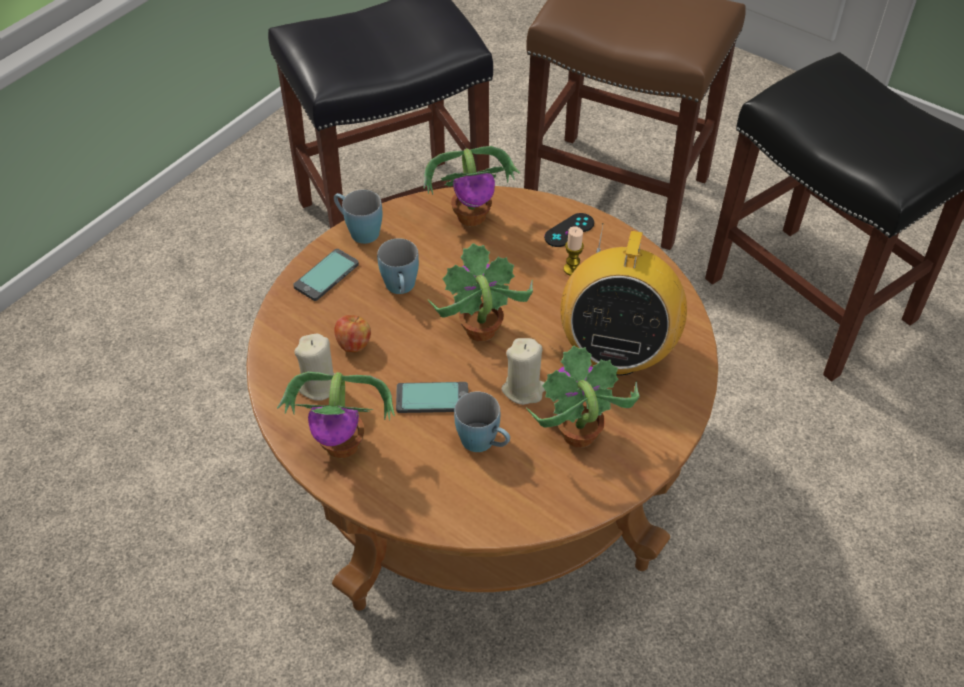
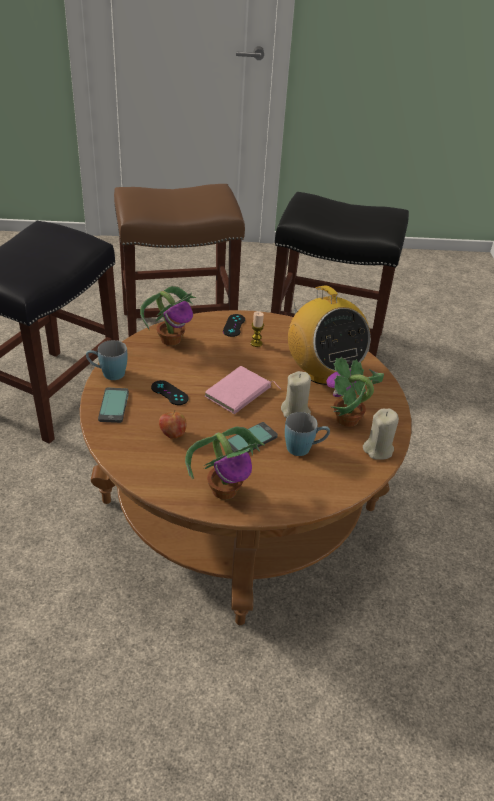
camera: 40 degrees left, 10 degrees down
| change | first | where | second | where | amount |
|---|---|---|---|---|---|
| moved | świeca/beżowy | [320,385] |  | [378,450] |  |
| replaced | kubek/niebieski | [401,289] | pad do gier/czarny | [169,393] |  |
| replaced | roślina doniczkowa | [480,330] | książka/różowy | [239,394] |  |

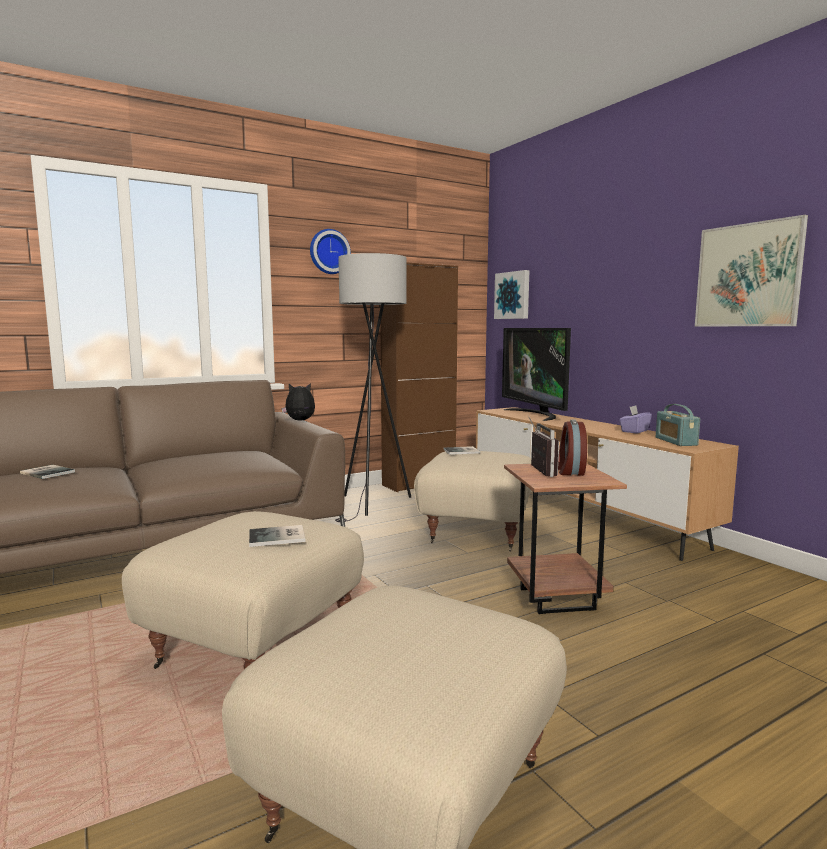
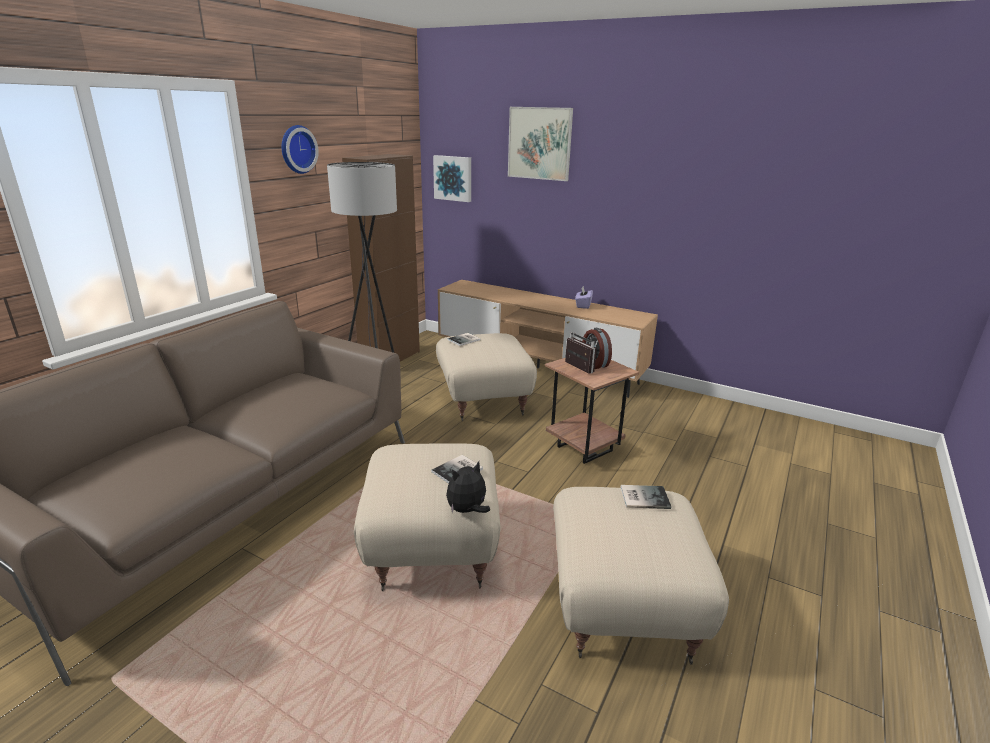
camera: 30 degrees left, 15 degrees up
| change | first | where | second | where | amount |
|---|---|---|---|---|---|
| moved | książka | [48,472] |  | [643,497] |  |
| moved | pluszak | [300,420] |  | [467,511] |  |
| removed | telewizor | [536,414] |  |  |  |
| removed | radio | [675,441] |  |  |  |
| moved | obraz | [748,275] |  | [539,143] |  |

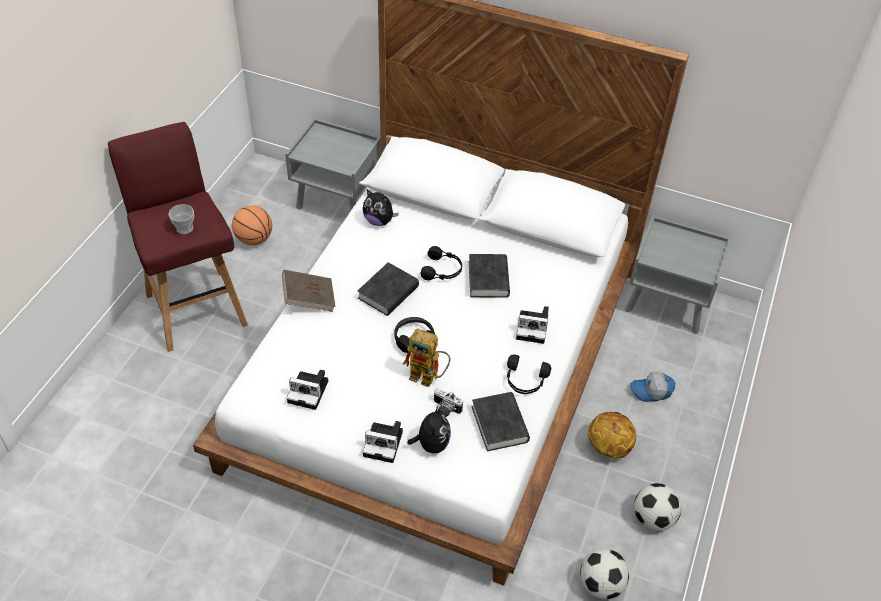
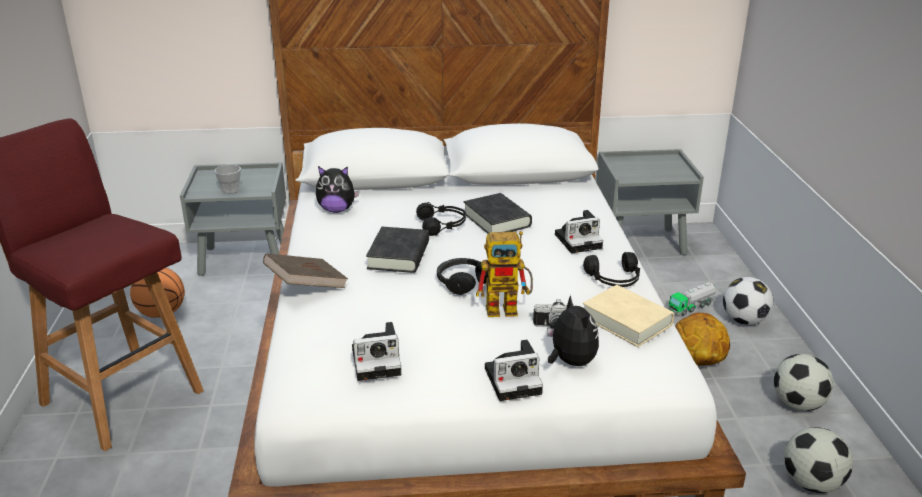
camera: 25 degrees left, 20 degrees down
| change | first | where | second | where | amount |
|---|---|---|---|---|---|
| moved | filiżanka | [184,228] |  | [230,190] |  |
| recoloured | książka/czarny | [499,424] | książka/beżowy | [626,321] |  |
| replaced | czapka z daszkiem | [651,391] | ciężarówka zabawkowa | [691,307] |  |
| added |  |  | piłka futbolowa | [744,320] |  |

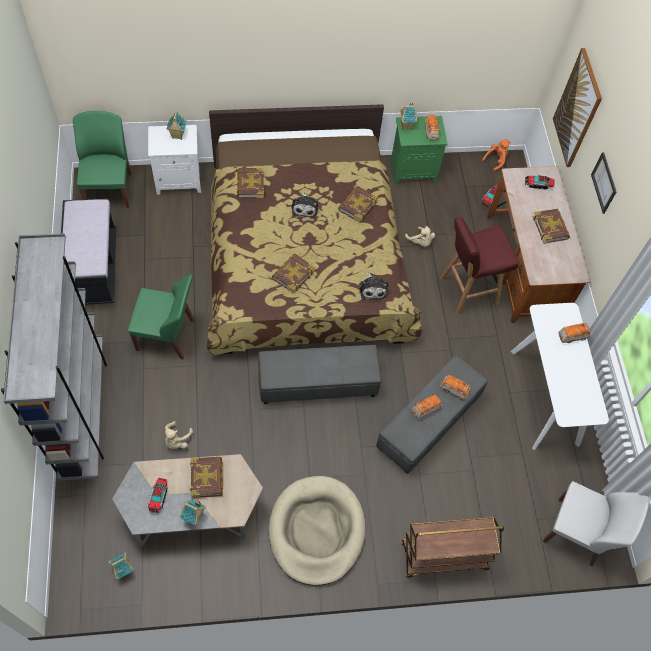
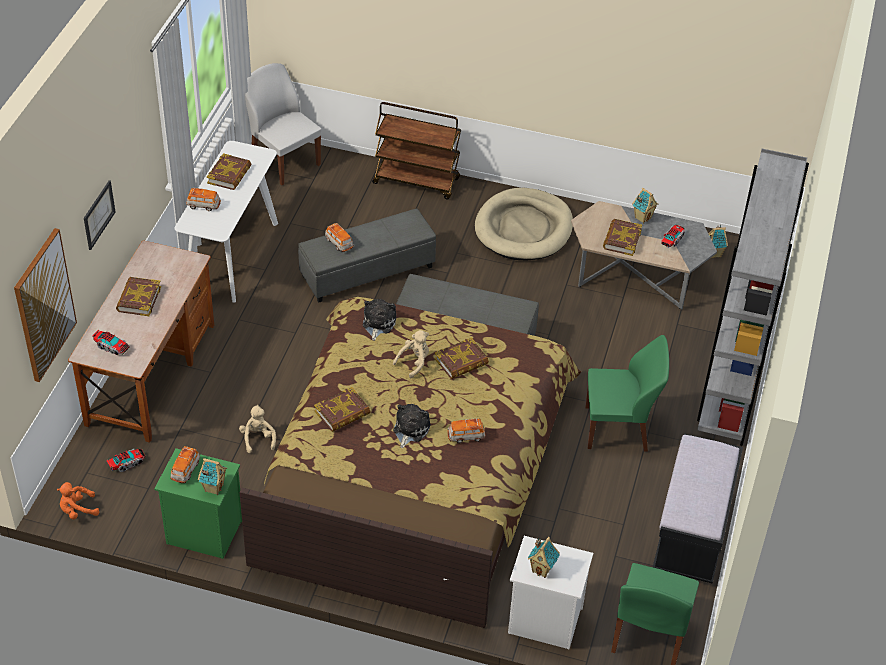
camera: 155 degrees left, 15 degrees down
| change | first | where | second | where | amount |
|---|---|---|---|---|---|
| turned | krzesło/zielony | [167,335] |  | [618,429] | 150 degrees clockwise |
| moved | pluszak/beżowy | [177,440] |  | [414,362] |  |
| moved | książka | [250,185] |  | [229,175] |  |
| moved | samochodzik | [426,409] |  | [466,436] |  |
| removed | stołek/czerwony | [467,290] |  |  |  |

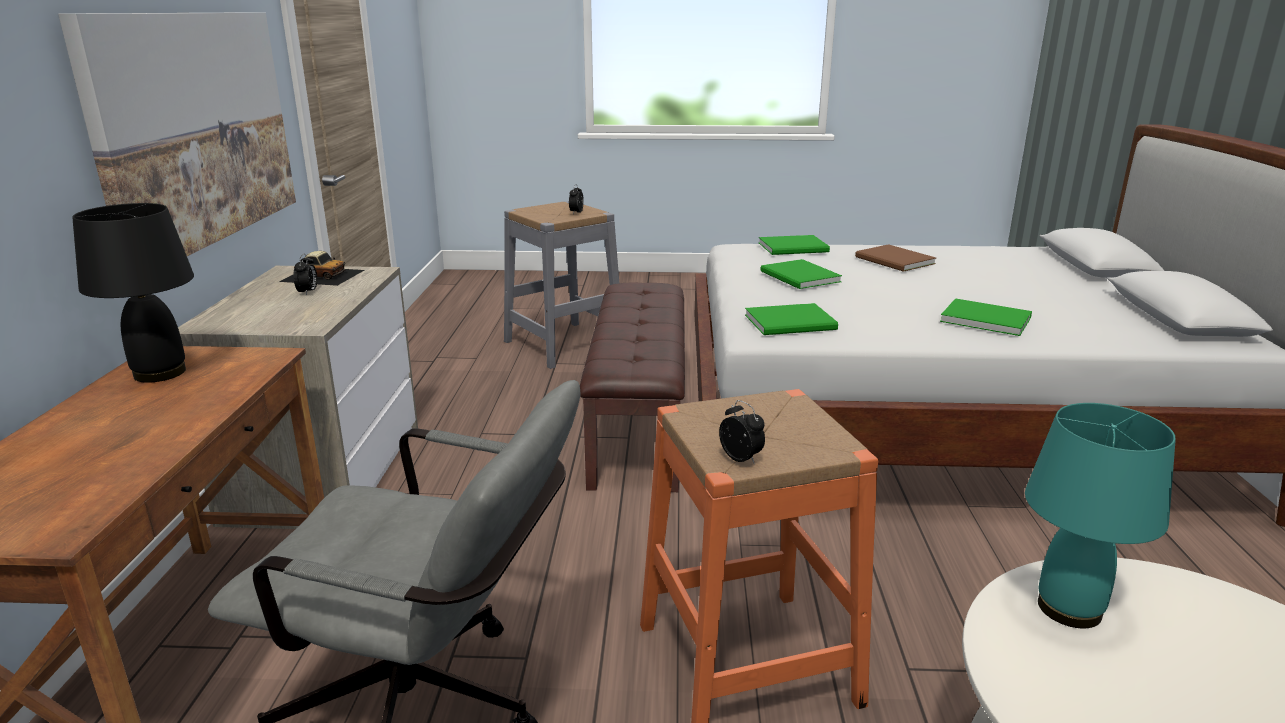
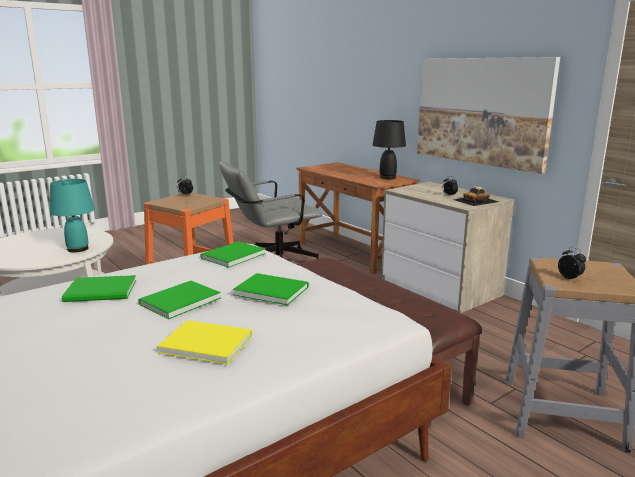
camera: 140 degrees right, 5 degrees down
| change | first | where | second | where | amount |
|---|---|---|---|---|---|
| moved | książka/zielony | [795,248] |  | [177,301] |  |
| recoloured | książka/brązowy | [895,261] | książka/żółty | [205,342] |  |

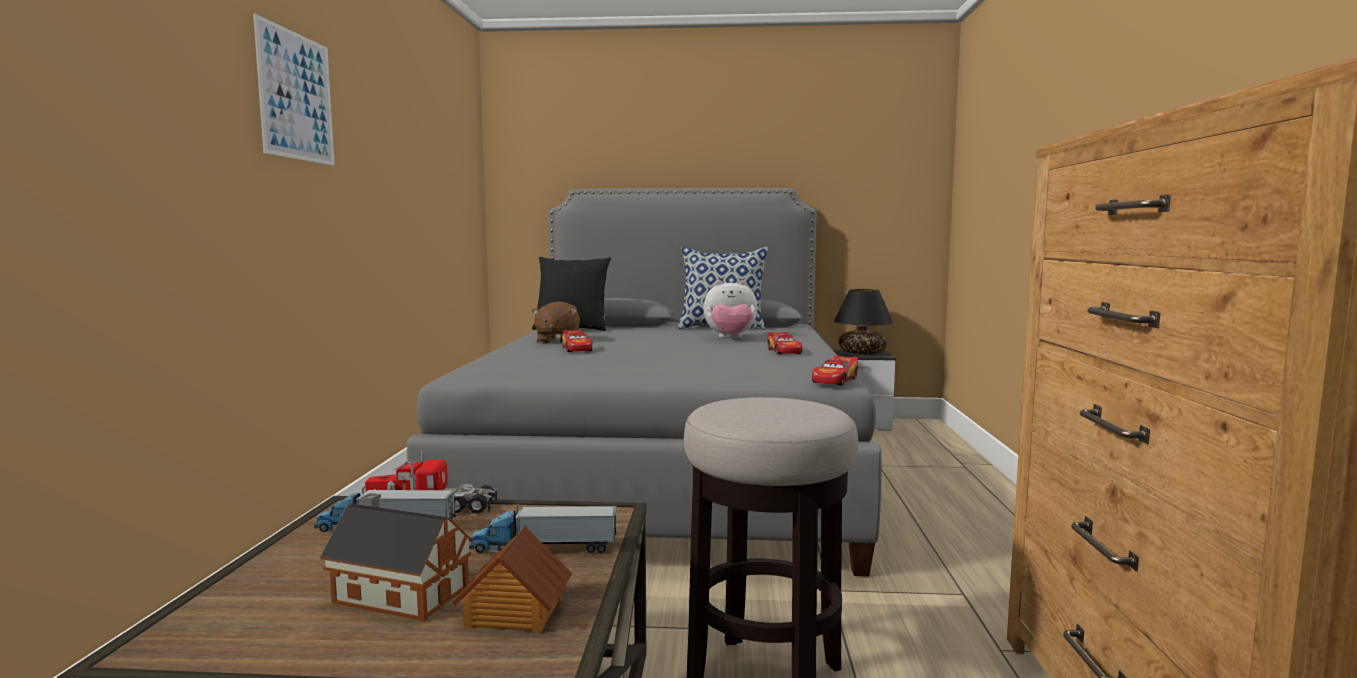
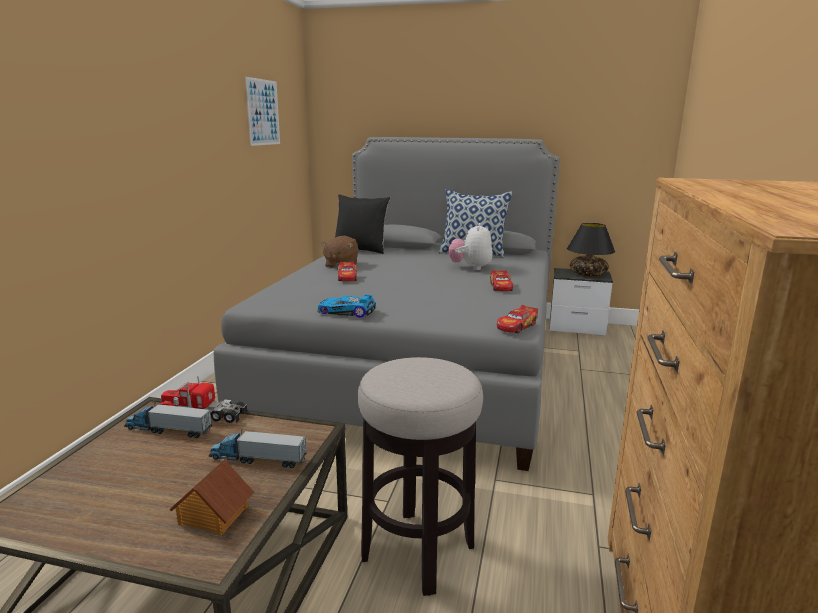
camera: 10 degrees right, 10 degrees up
| change | first | where | second | where | amount |
|---|---|---|---|---|---|
| moved | obraz | [296,96] |  | [263,112] |  |
| removed | domek | [398,593] |  |  |  |
| turned | pluszak | [730,338] |  | [470,268] | 90 degrees clockwise |
| added |  |  | samochodzik | [346,312] |  |

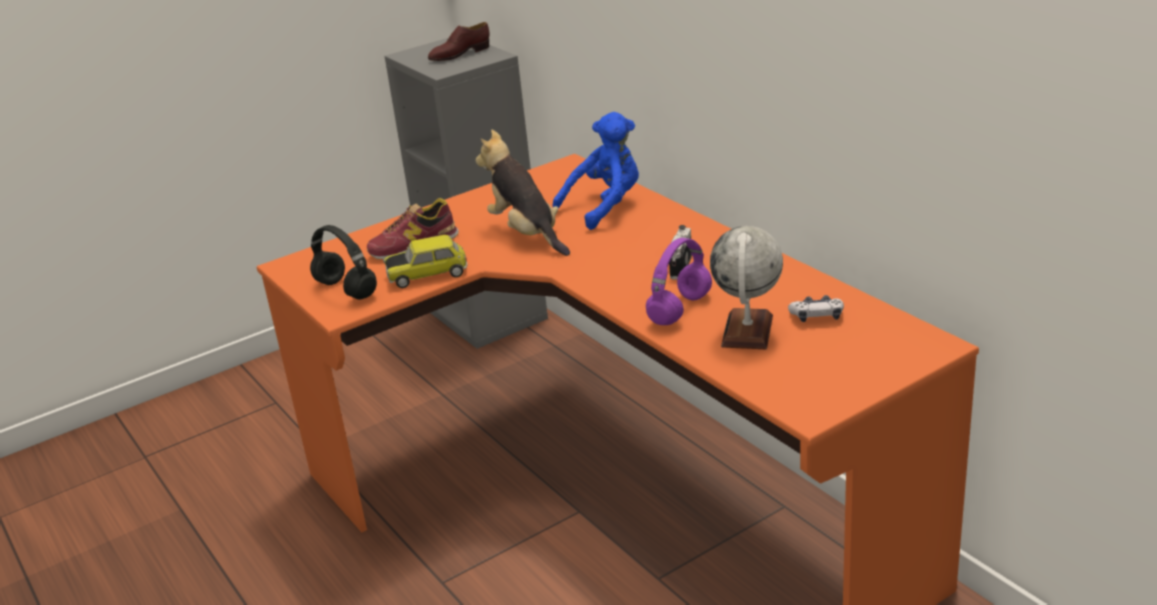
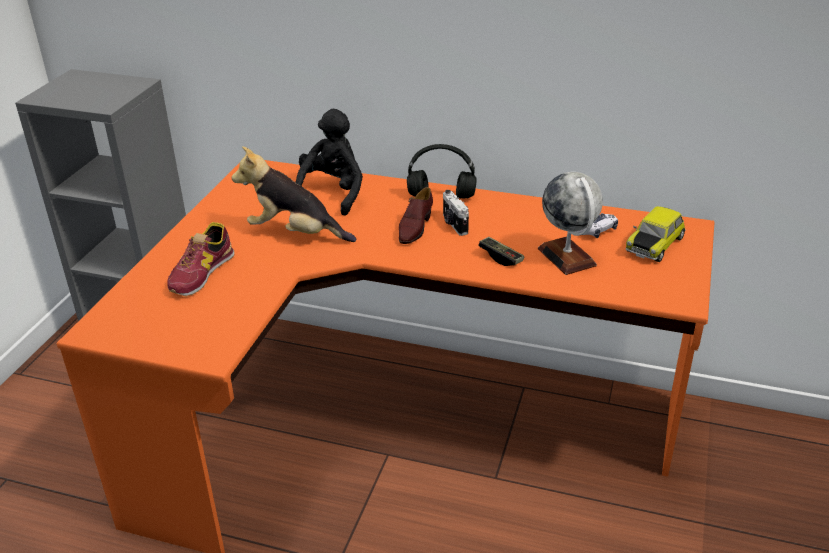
camera: 40 degrees left, 5 degrees up
| change | first | where | second | where | amount |
|---|---|---|---|---|---|
| moved | słuchawki/czarny | [347,290] |  | [442,196] |  |
| moved | samochodzik | [427,273] |  | [653,244] |  |
| moved | but/brązowy | [459,54] |  | [414,227] |  |
| recoloured | pluszak/niebieski | [605,206] | pluszak/czarny | [332,194] |  |
| replaced | słuchawki/fioletowy | [680,311] | pad do gier | [501,257] |  |

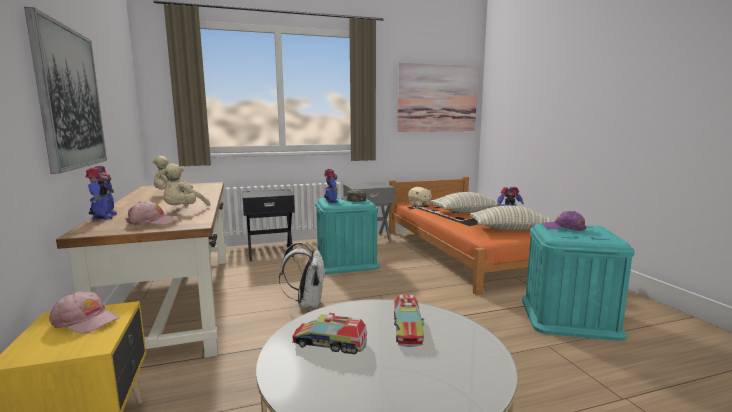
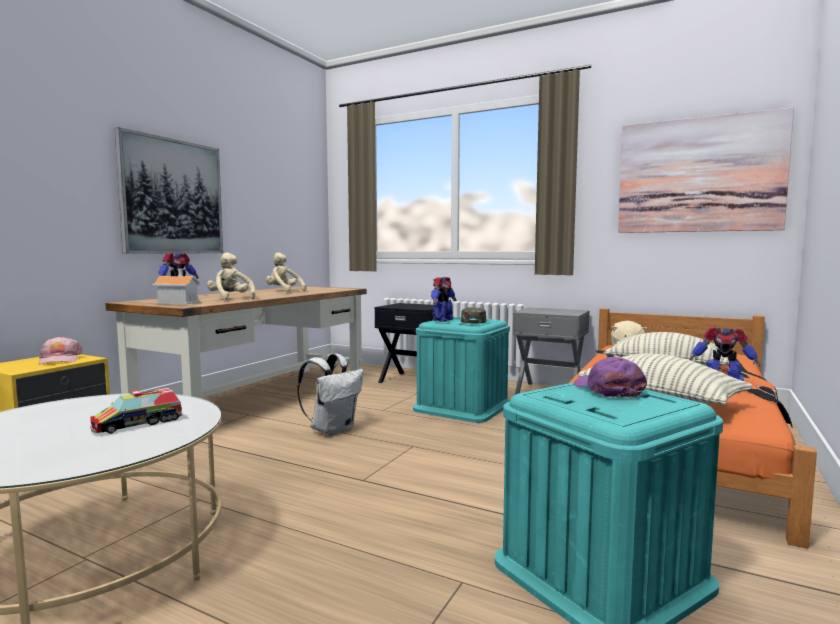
camera: 45 degrees right, 5 degrees down
| change | first | where | second | where | amount |
|---|---|---|---|---|---|
| replaced | czapka z daszkiem/różowy | [152,222] | domek | [179,302] |  |
| turned | pluszak/beżowy | [183,210] |  | [231,299] | 75 degrees clockwise |
| removed | ciężarówka zabawkowa | [330,343] |  |  |  |

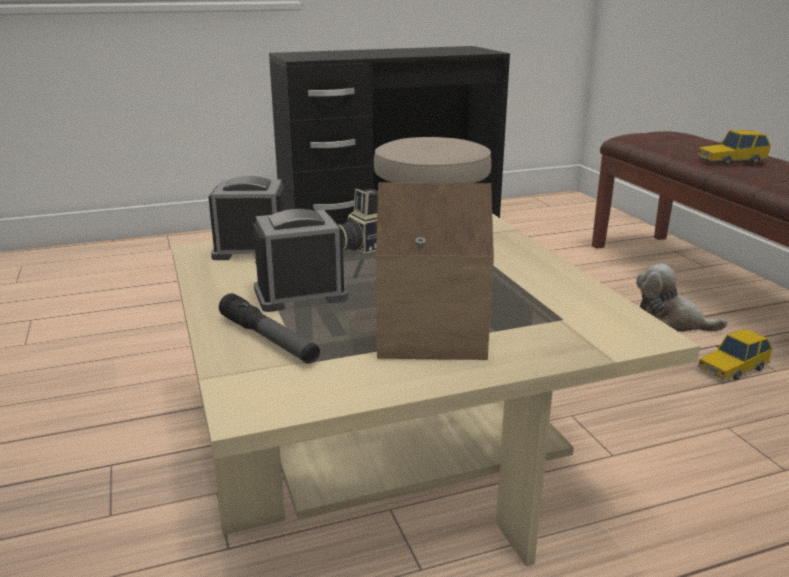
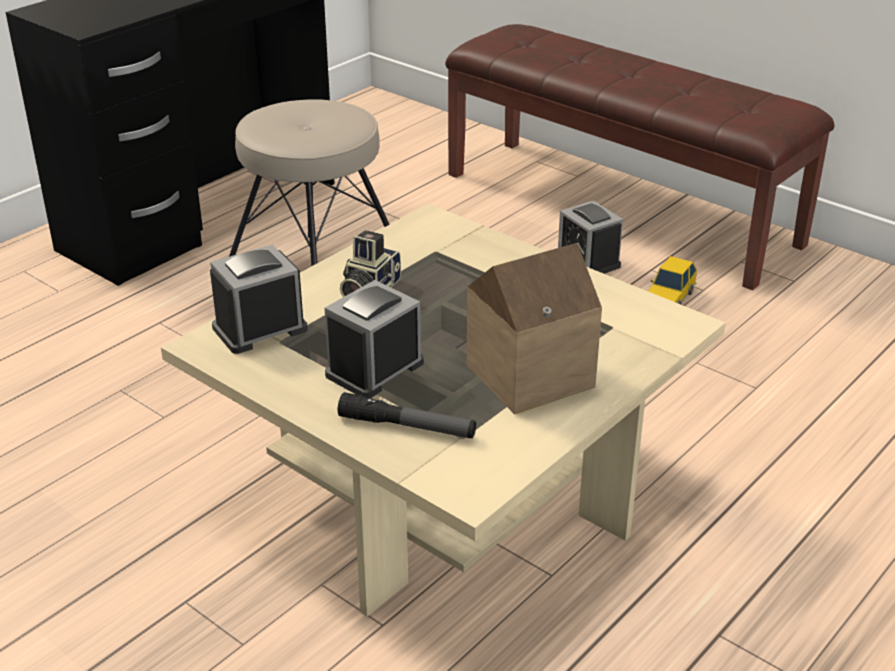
camera: 30 degrees left, 10 degrees up
| change | first | where | second | where | amount |
|---|---|---|---|---|---|
| replaced | pluszak | [670,322] | budzik | [588,260] |  |
| removed | samochodzik | [731,160] |  |  |  |

